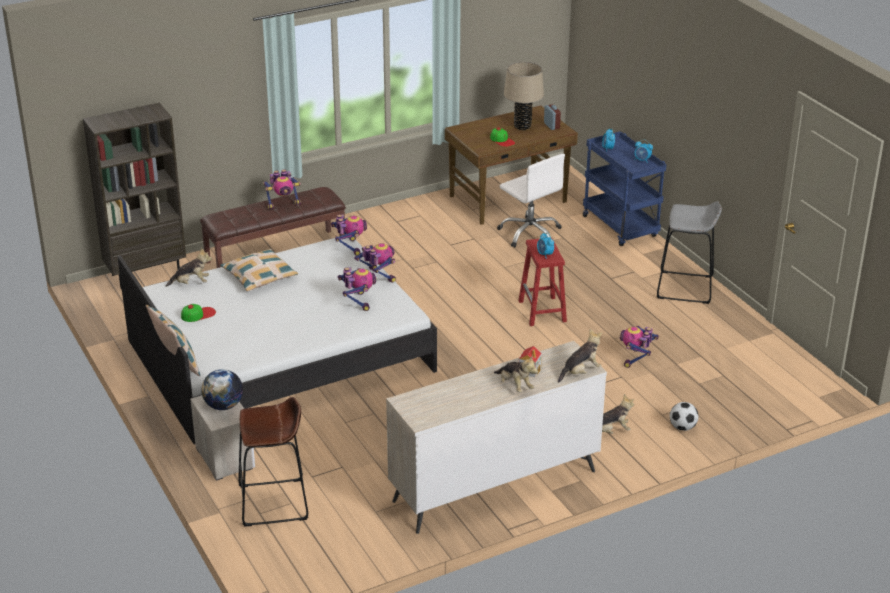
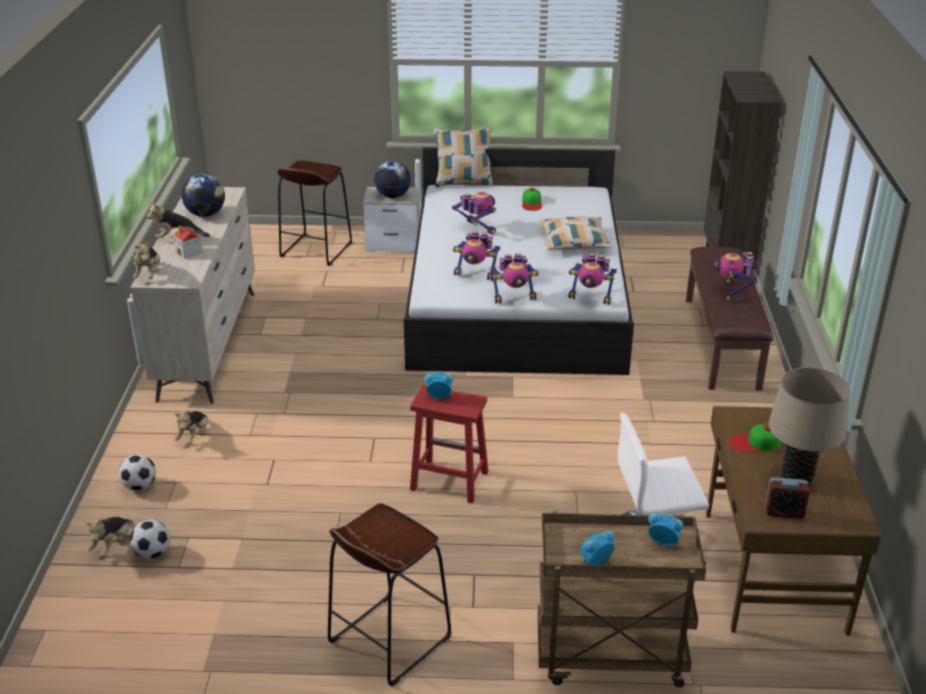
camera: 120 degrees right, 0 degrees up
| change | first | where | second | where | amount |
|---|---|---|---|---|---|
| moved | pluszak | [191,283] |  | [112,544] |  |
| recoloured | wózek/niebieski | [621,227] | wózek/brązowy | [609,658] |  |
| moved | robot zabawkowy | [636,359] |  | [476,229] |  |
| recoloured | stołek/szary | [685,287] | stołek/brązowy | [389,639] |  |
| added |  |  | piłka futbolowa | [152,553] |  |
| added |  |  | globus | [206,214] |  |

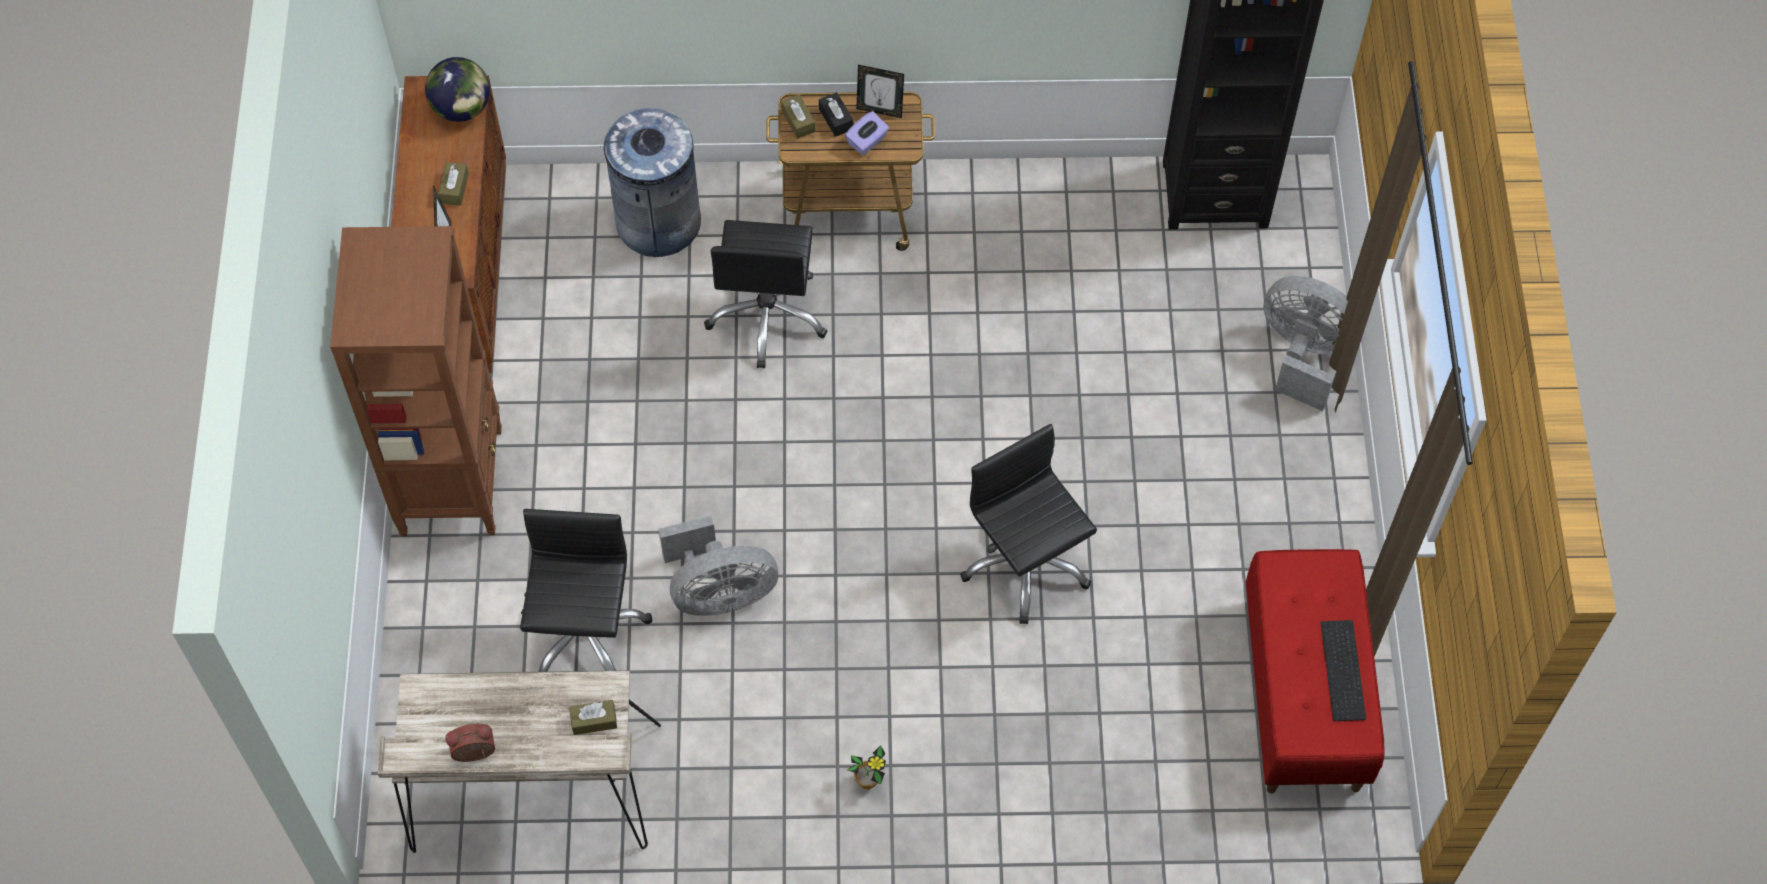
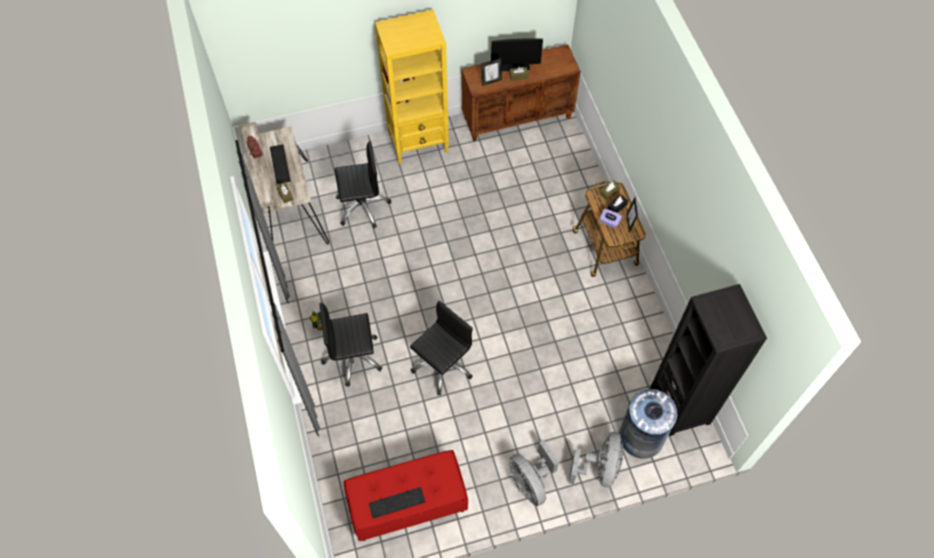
camera: 75 degrees right, 0 degrees up
| change | first | where | second | where | amount |
|---|---|---|---|---|---|
| recoloured | regał/brązowy | [452,480] | regał/żółty | [419,143] |  |
| removed | globus | [462,108] |  |  |  |
| moved | kosz na śmieci/szary | [658,223] |  | [640,437] |  |
| moved | wentylator/szary | [719,593] |  | [530,482] |  |
| moved | krzesło biurowe/czarny | [768,315] |  | [353,358] |  |
| added |  |  | klawiatura | [279,164] |  |
| added |  |  | monitor | [515,65] |  |

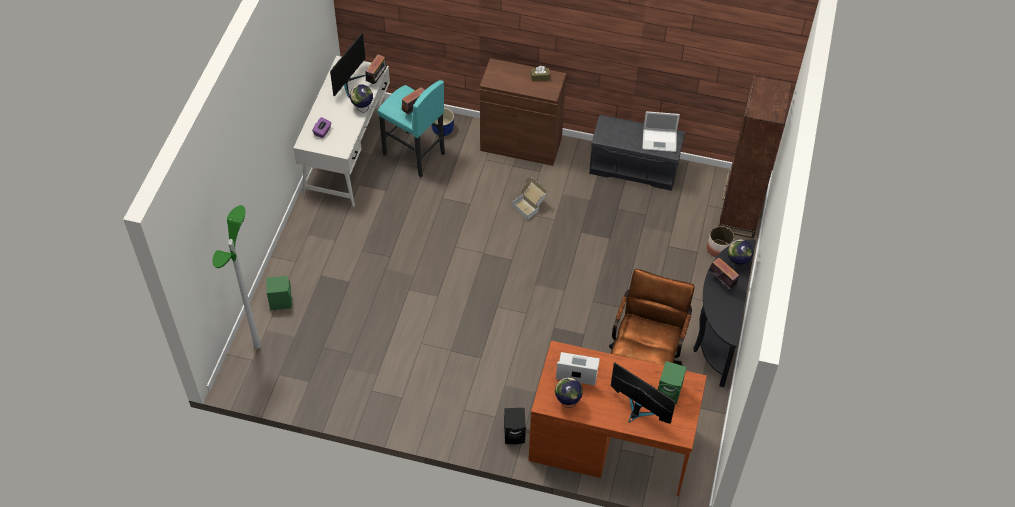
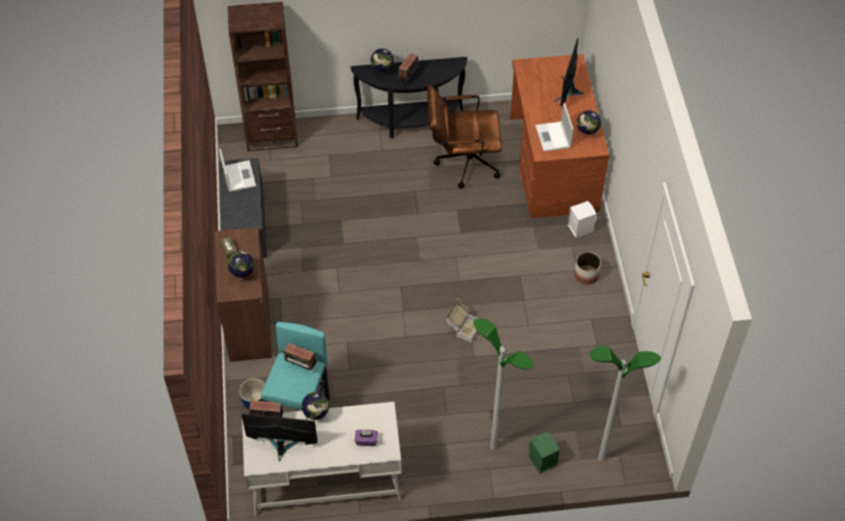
camera: 110 degrees left, 0 degrees up
| change | first | where | second | where | amount |
|---|---|---|---|---|---|
| recoloured | głośnik/czarny | [515,434] | głośnik/biały | [580,227] |  |
| moved | karton | [529,206] |  | [463,327] |  |
| removed | głośnik/zielony | [670,392] |  |  |  |
| moved | donica | [718,249] |  | [586,275] |  |
| added |  |  | globus | [243,276] |  |
| added |  |  | lampa stojąca | [493,447] |  |

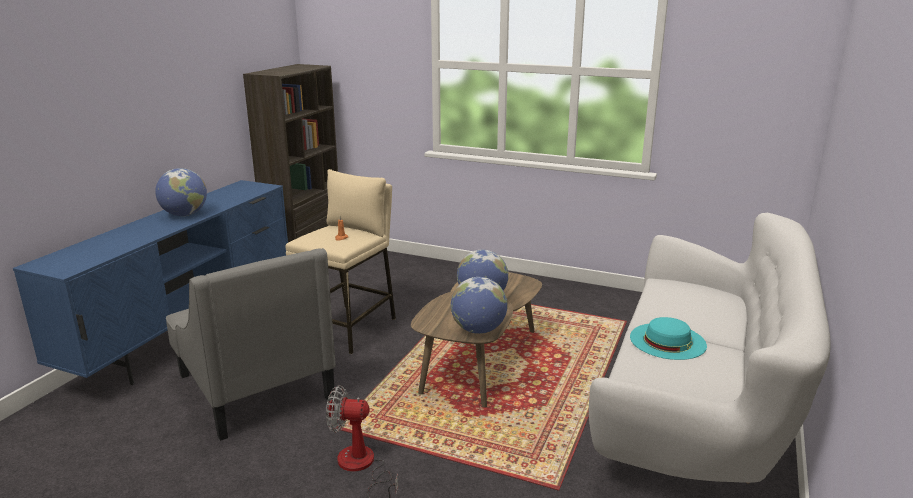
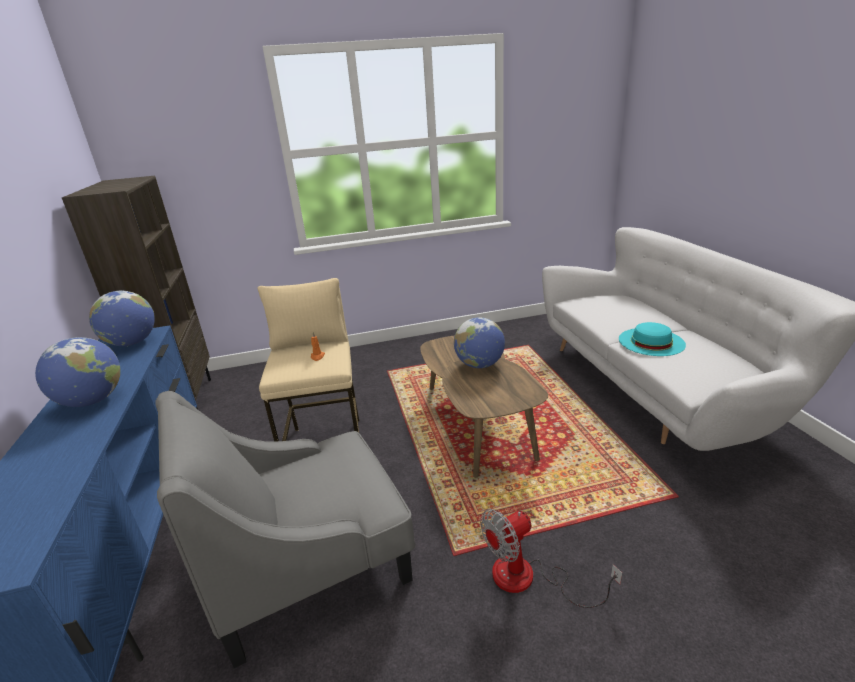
camera: 35 degrees left, 5 degrees up
| change | first | where | second | where | amount |
|---|---|---|---|---|---|
| turned | fotel/szary | [254,386] |  | [310,563] | 135 degrees clockwise |
| moved | globus | [478,330] |  | [132,343] |  |

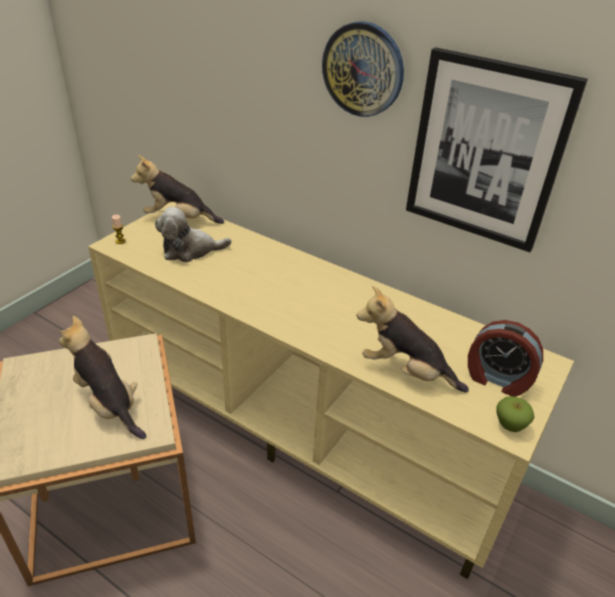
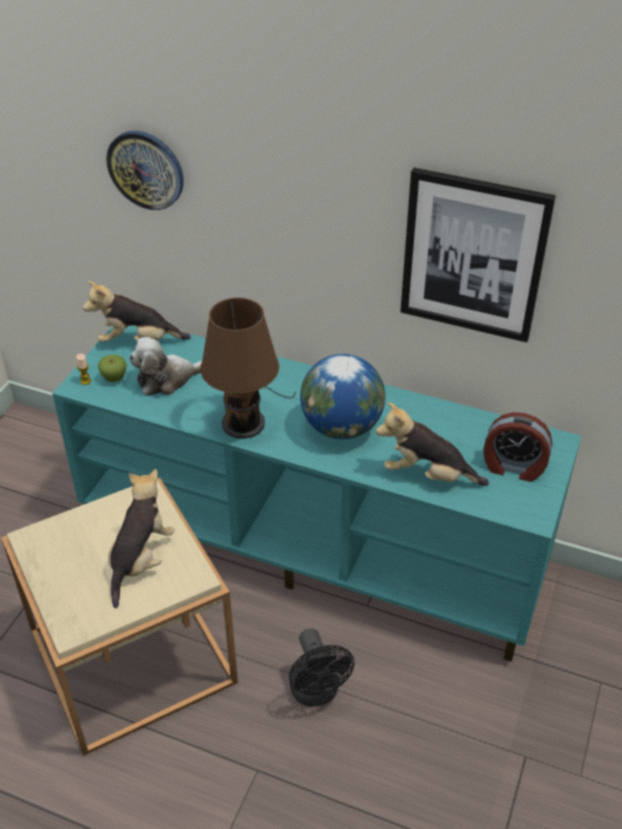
camera: 10 degrees left, 5 degrees up
| change | first | where | second | where | amount |
|---|---|---|---|---|---|
| turned | pluszak | [109,404] |  | [140,560] | 75 degrees clockwise |
| recoloured | szafka pod telewizor/beżowy | [302,426] | szafka pod telewizor/turkusowy | [312,545] |  |
| moved | zegar ścienny | [363,69] |  | [146,169] |  |
| moved | jabłko | [510,425] |  | [114,378] |  |
| added |  |  | lampa stołowa/brązowy | [245,420] |  |
| added |  |  | wentylator/czarny | [317,693] |  |
| added |  |  | globus | [342,427] |  |

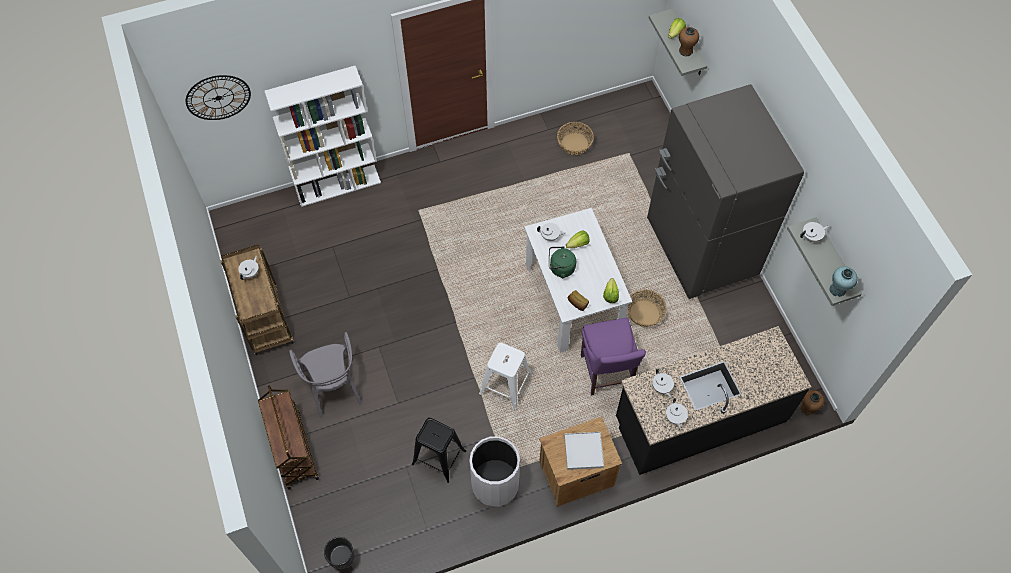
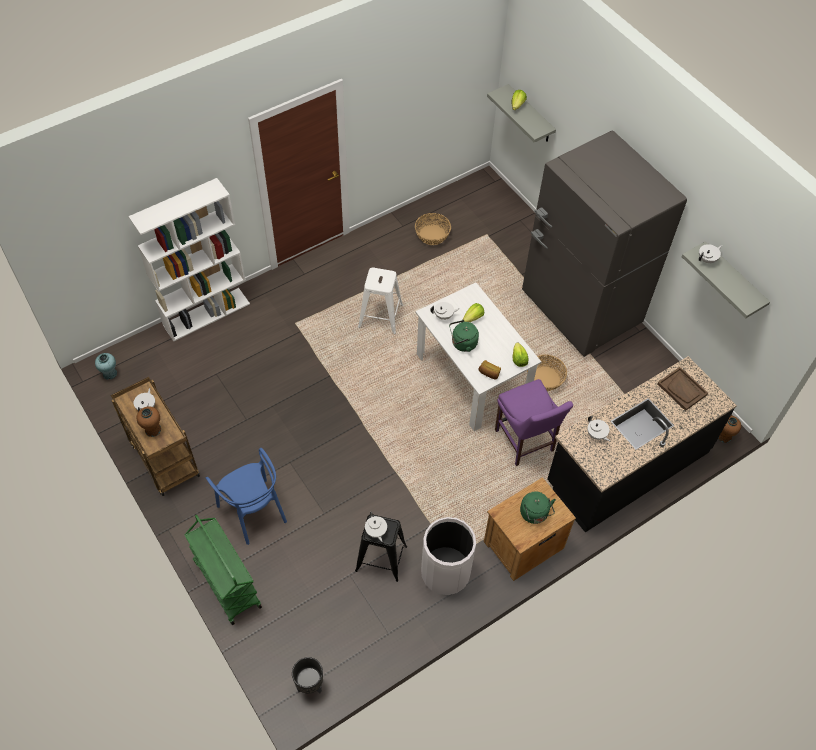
camera: 15 degrees left, 5 degrees down
| change | first | where | second | where | amount |
|---|---|---|---|---|---|
| removed | zegar ścienny | [218,97] |  |  |  |
| recoloured | wózek/brązowy | [293,449] | wózek/zielony | [226,583] |  |
| recoloured | krzesło/szary | [333,387] | krzesło/niebieski | [253,511] |  |
| moved | stołek/biały | [505,384] |  | [380,315] |  |
| replaced | taca/biały | [583,451] | czajnik/zielony | [535,514] |  |
| moved | imbryk/biały | [675,418] |  | [376,531] |  |
| moved | wazon/brązowy | [685,51] |  | [153,430] |  |
| moved | wazon/turkusowy | [837,289] |  | [110,374] |  |
| added |  |  | taca/brązowy | [682,389] |  |

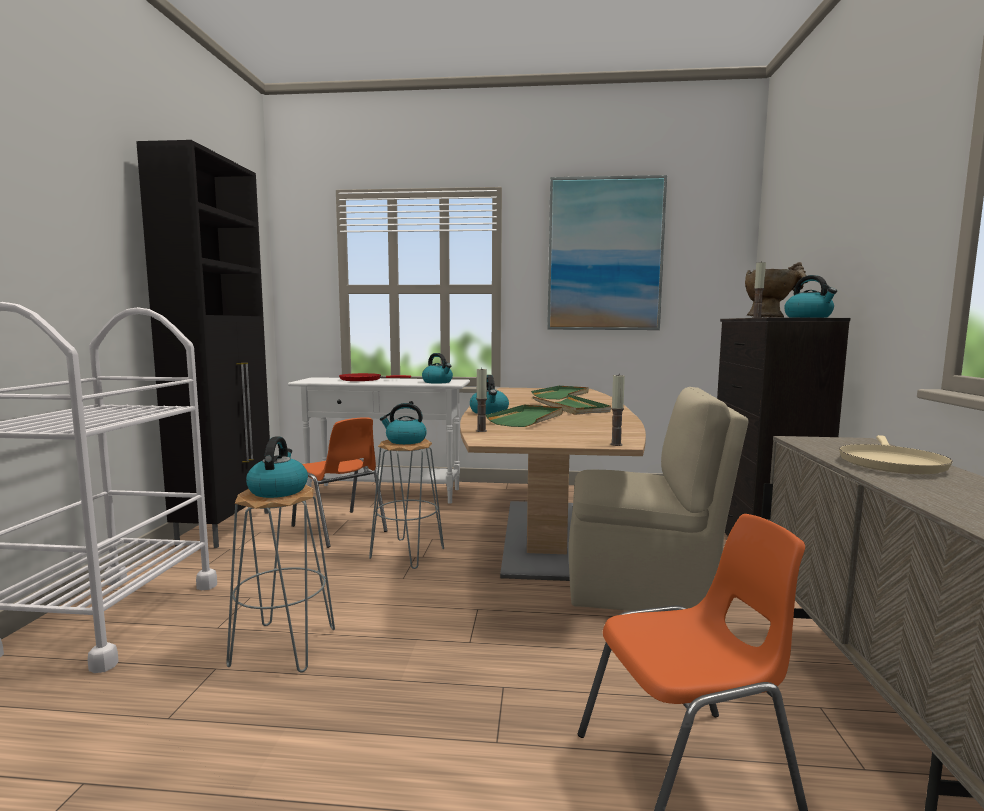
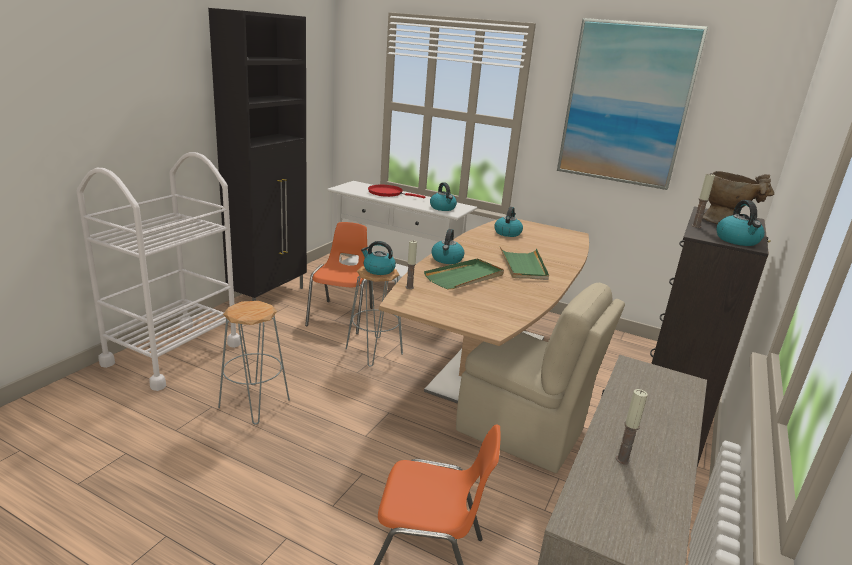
camera: 20 degrees right, 15 degrees up
| change | first | where | second | where | amount |
|---|---|---|---|---|---|
| moved | czajnik | [278,490] |  | [507,233] |  |
| turned | krzesło/pomarańczowy | [340,529] |  | [342,316] | 150 degrees counterclockwise |
| removed | taca/zielony | [562,395] |  |  |  |
| moved | świeca | [616,444] |  | [622,459] |  |
| removed | patelnia/beżowy | [890,463] |  |  |  |

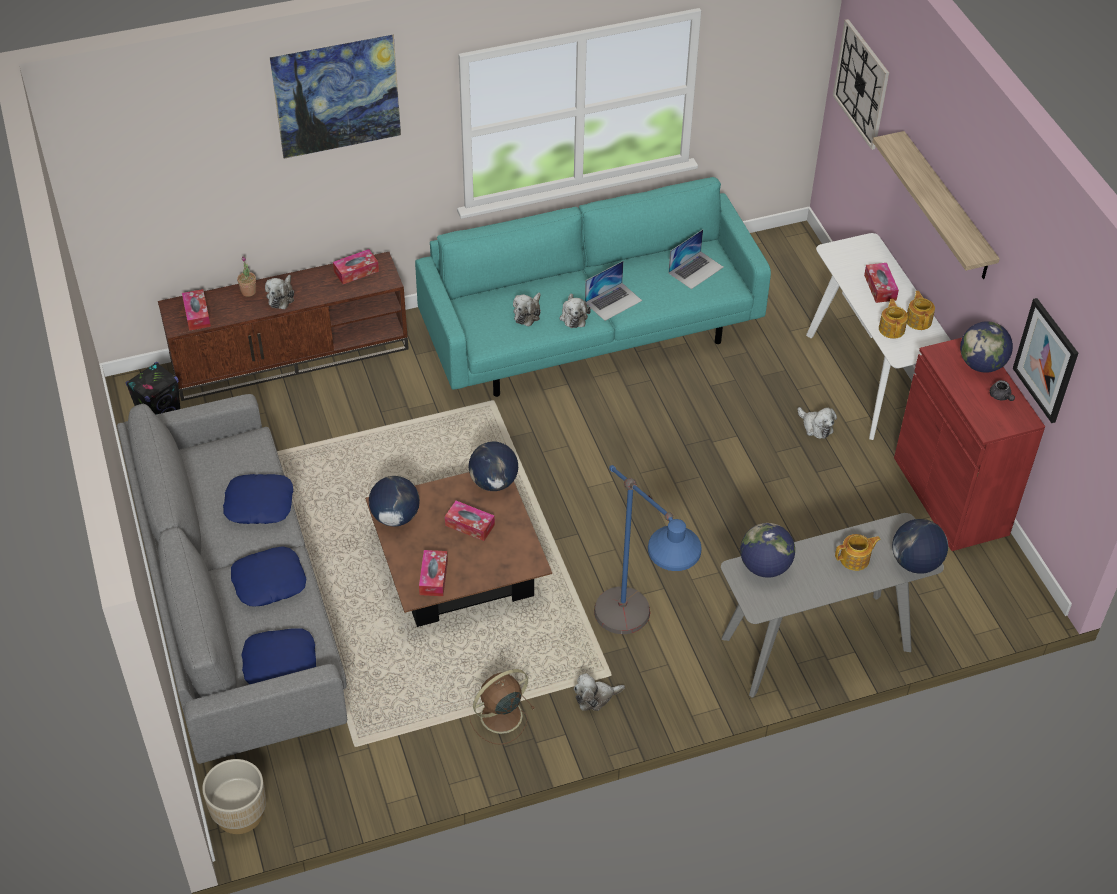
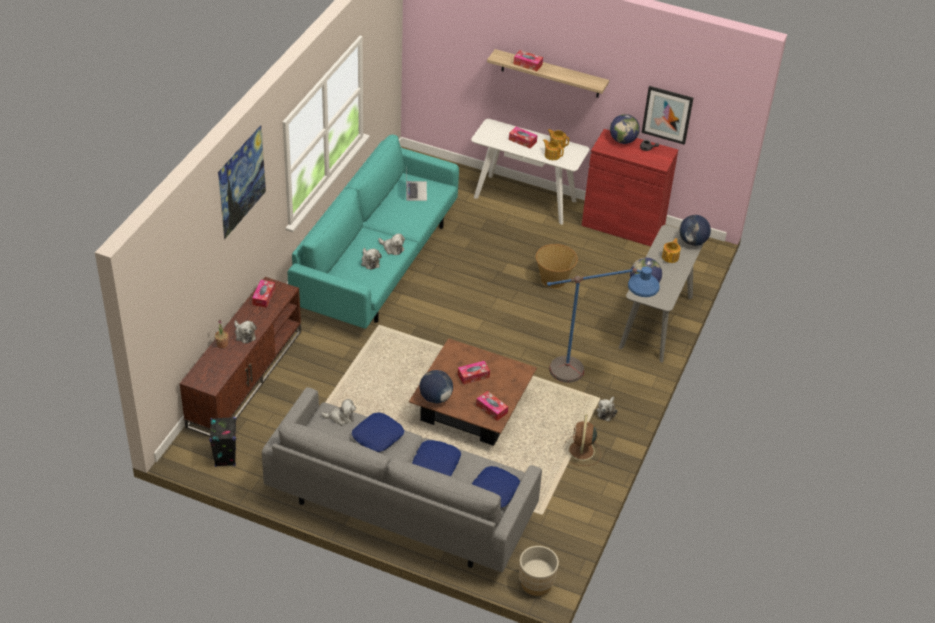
camera: 50 degrees left, 5 degrees down
| change | first | where | second | where | amount |
|---|---|---|---|---|---|
| moved | pudełko chusteczek | [197,314] |  | [527,64] |  |
| removed | globus | [494,482] |  |  |  |
| removed | laptop | [613,301] |  |  |  |
| moved | pluszak | [816,427] |  | [341,417] |  |
| removed | zegar ścienny | [861,84] |  |  |  |
| added |  |  | koszyk | [554,279] |  |

